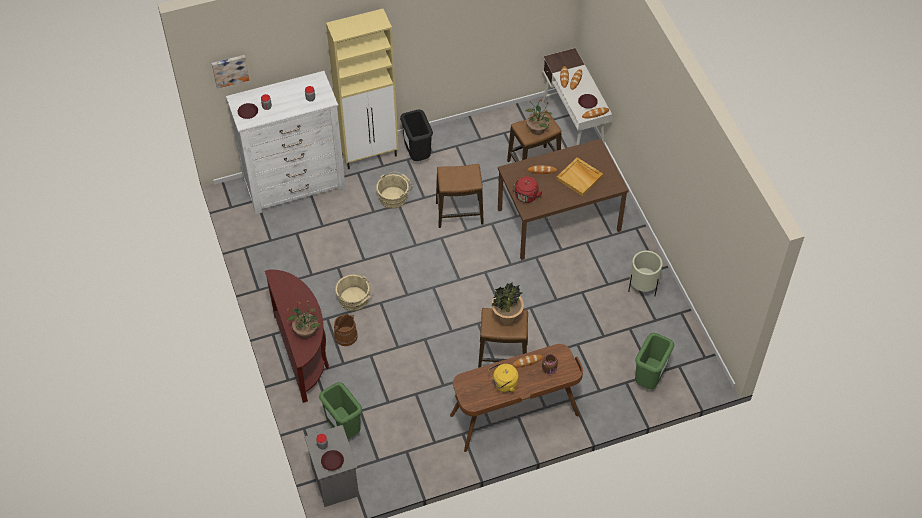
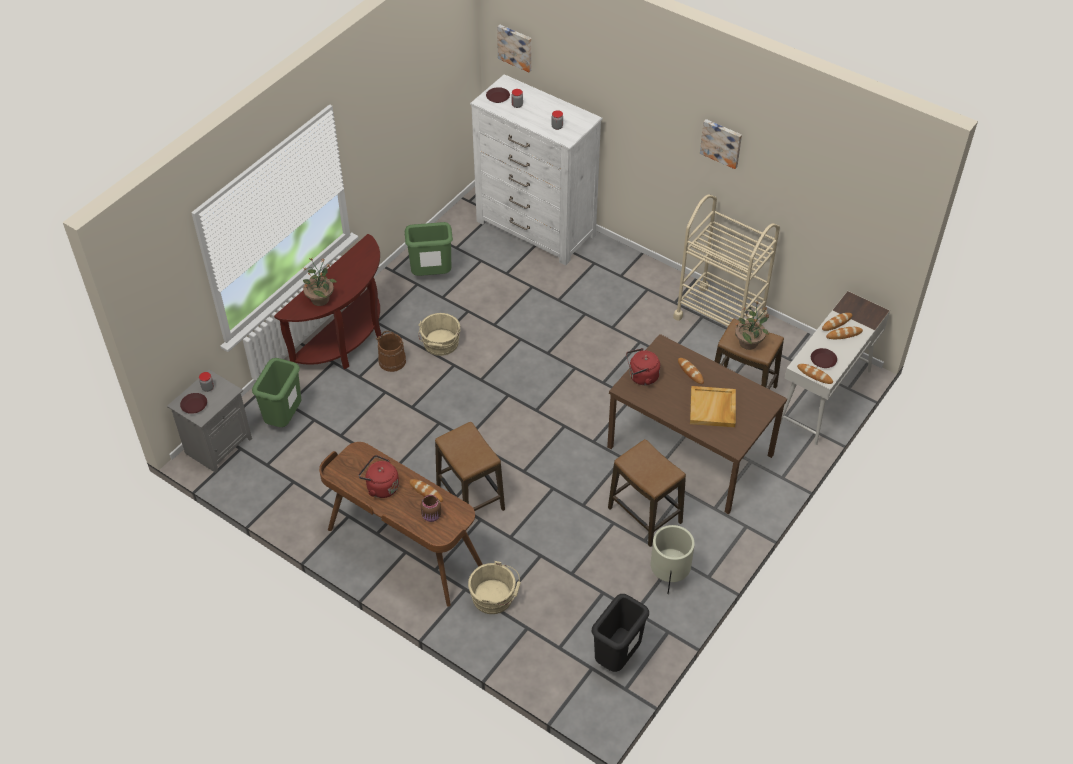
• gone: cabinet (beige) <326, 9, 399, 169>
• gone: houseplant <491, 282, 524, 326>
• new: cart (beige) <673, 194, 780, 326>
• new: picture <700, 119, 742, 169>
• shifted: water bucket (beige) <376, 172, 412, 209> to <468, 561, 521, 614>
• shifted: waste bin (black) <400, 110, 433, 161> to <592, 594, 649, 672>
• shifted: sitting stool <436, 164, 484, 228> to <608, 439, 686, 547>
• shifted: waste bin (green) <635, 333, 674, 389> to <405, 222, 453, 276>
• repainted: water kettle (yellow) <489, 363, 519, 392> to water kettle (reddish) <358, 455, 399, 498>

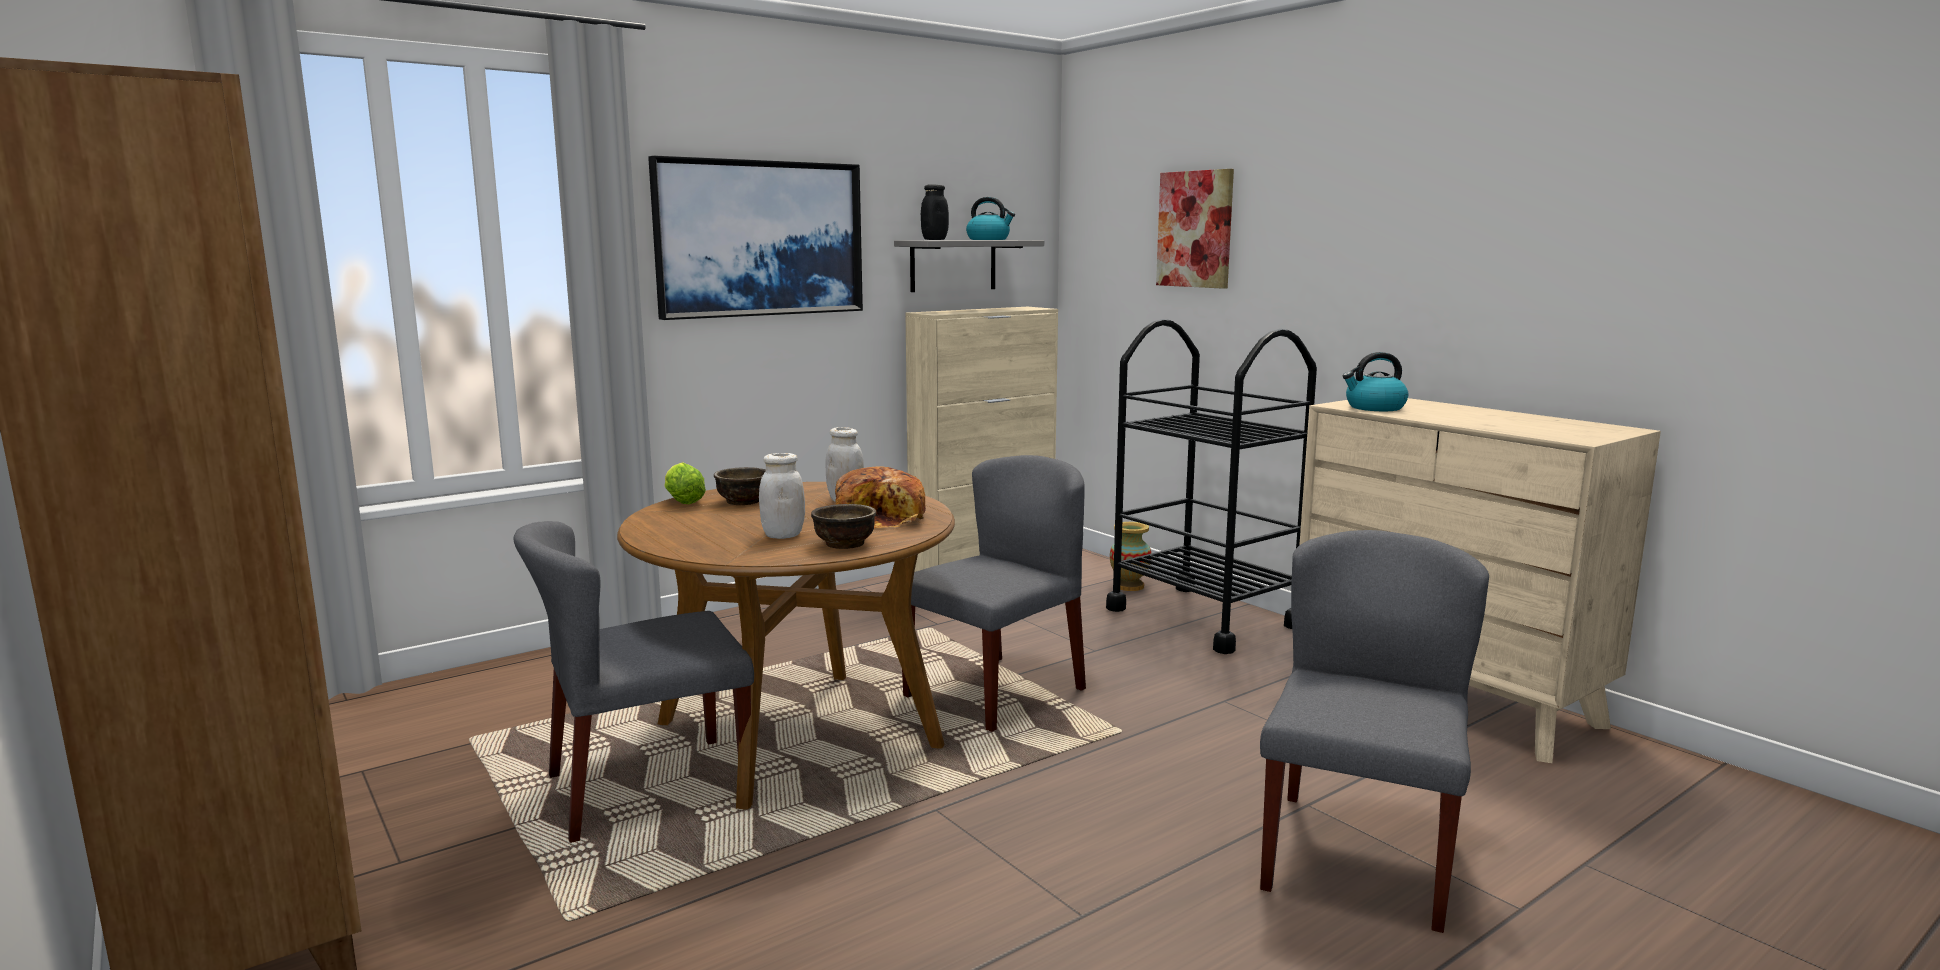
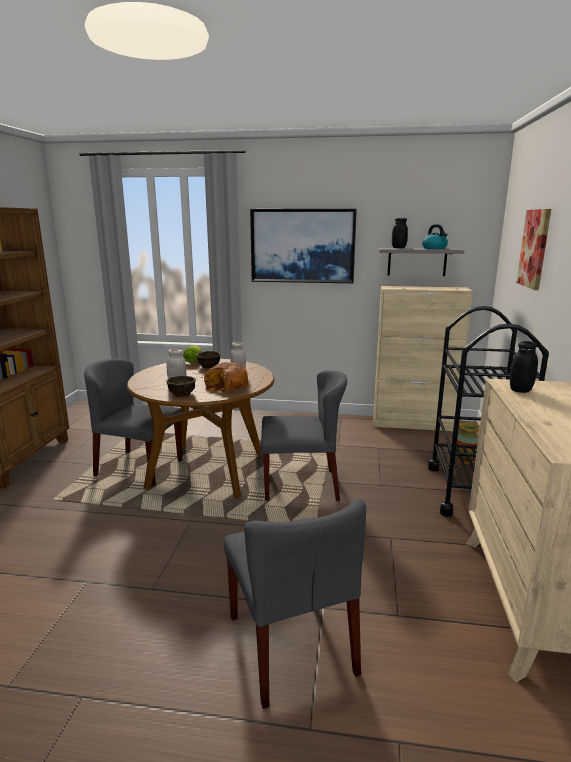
• swapped: water kettle <1343, 352, 1408, 411> to jar (black) <510, 341, 538, 393>
• rotated: chair (gray) <1260, 530, 1489, 933> = <223, 498, 366, 709> 90 degrees clockwise

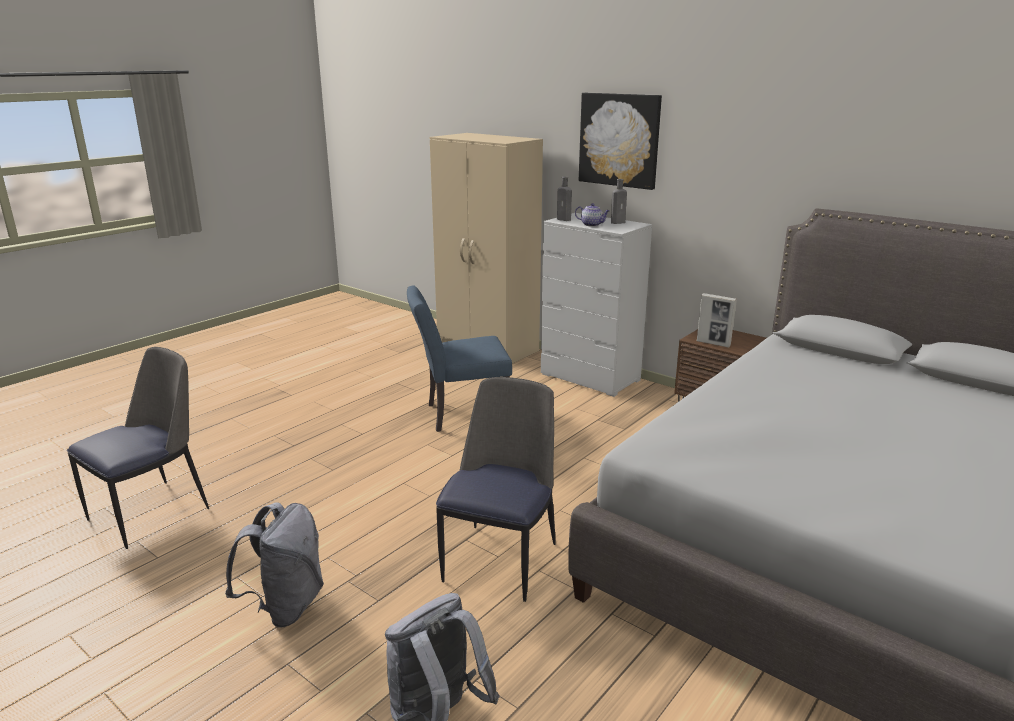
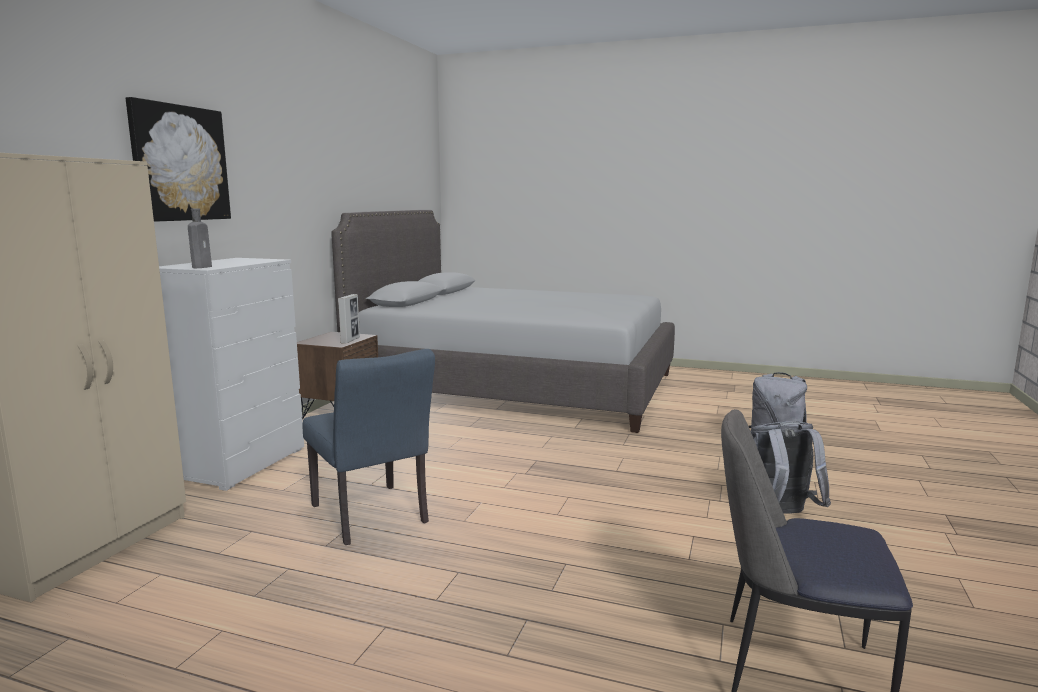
• gone: chair <436, 377, 555, 602>
• gone: teapot <575, 203, 610, 227>
• gone: drink bottle (gray) <611, 179, 627, 224>

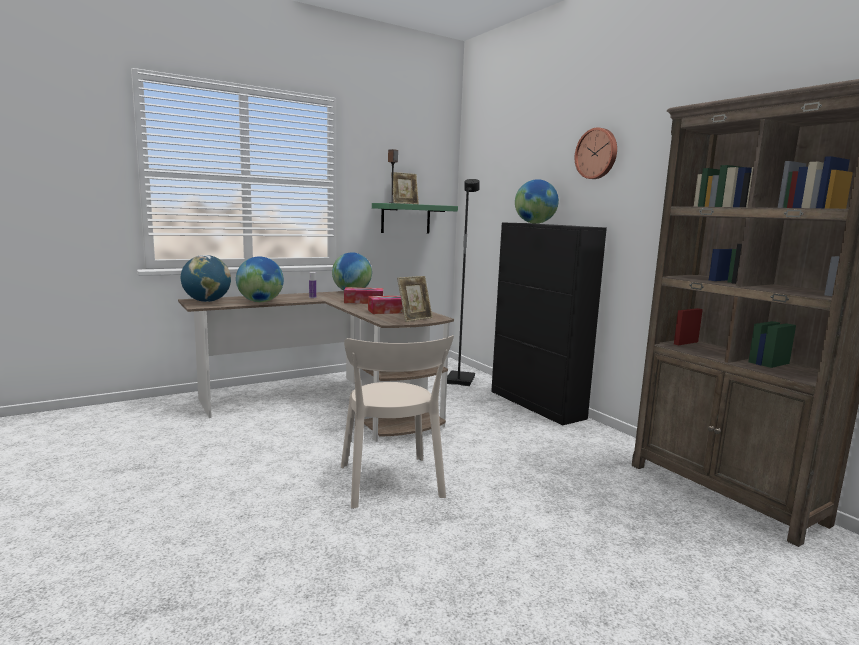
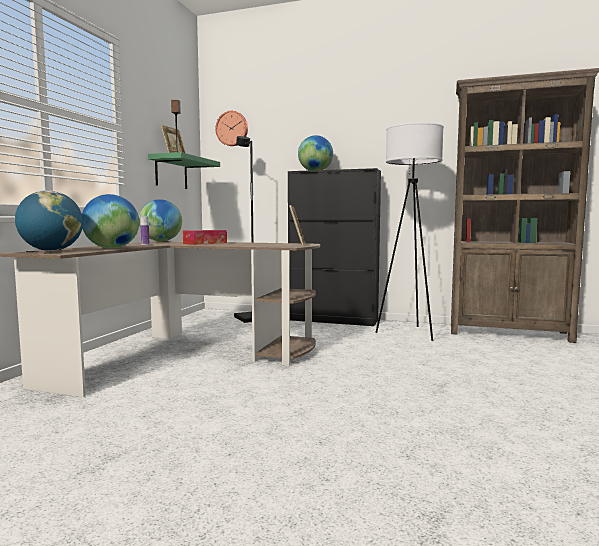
• gone: chair (beige) <341, 335, 454, 509>
• gone: tissue box <368, 296, 404, 314>
• new: standing lamp (whitish) <376, 122, 444, 341>
• shifted: wall clock <575, 128, 617, 179> to <215, 111, 248, 146>

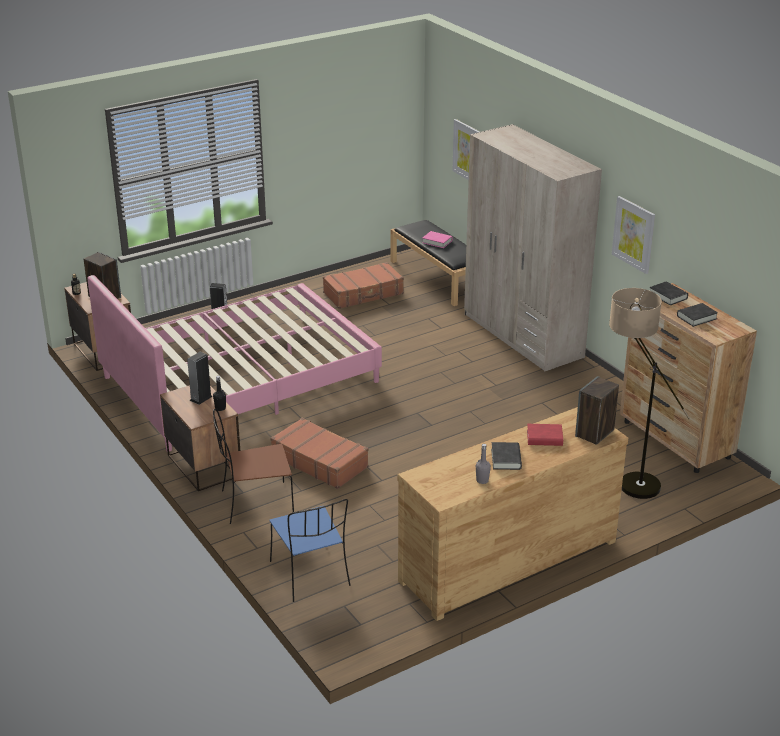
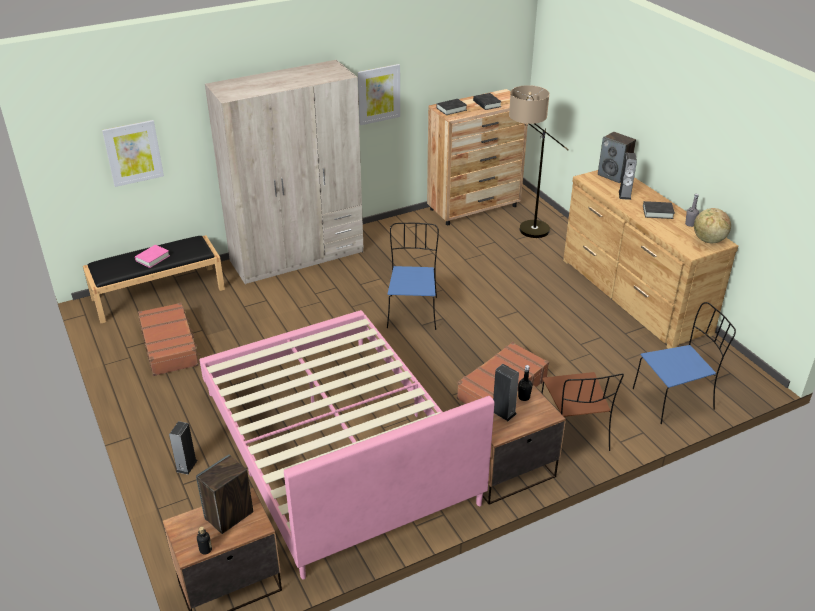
• new: chair (bluish) <387, 223, 439, 330>
• new: desk globe <694, 208, 731, 243>
• swapped: book (reddish) <527, 424, 563, 446> to loudspeaker <619, 153, 637, 200>

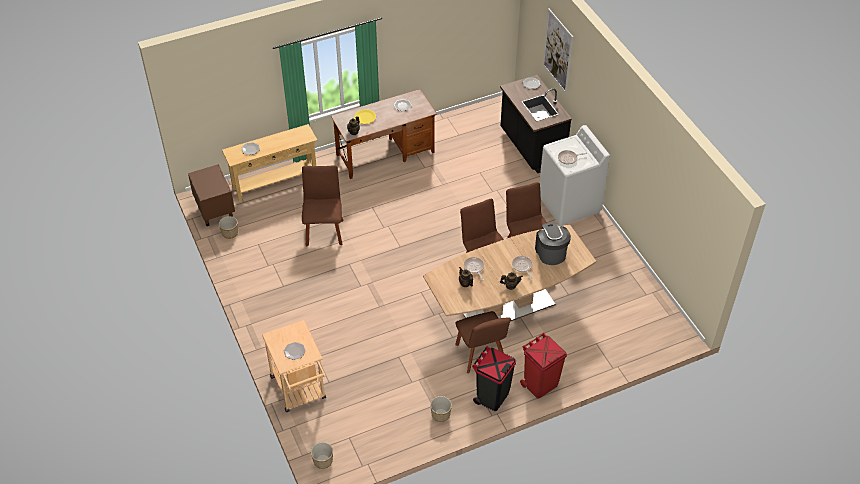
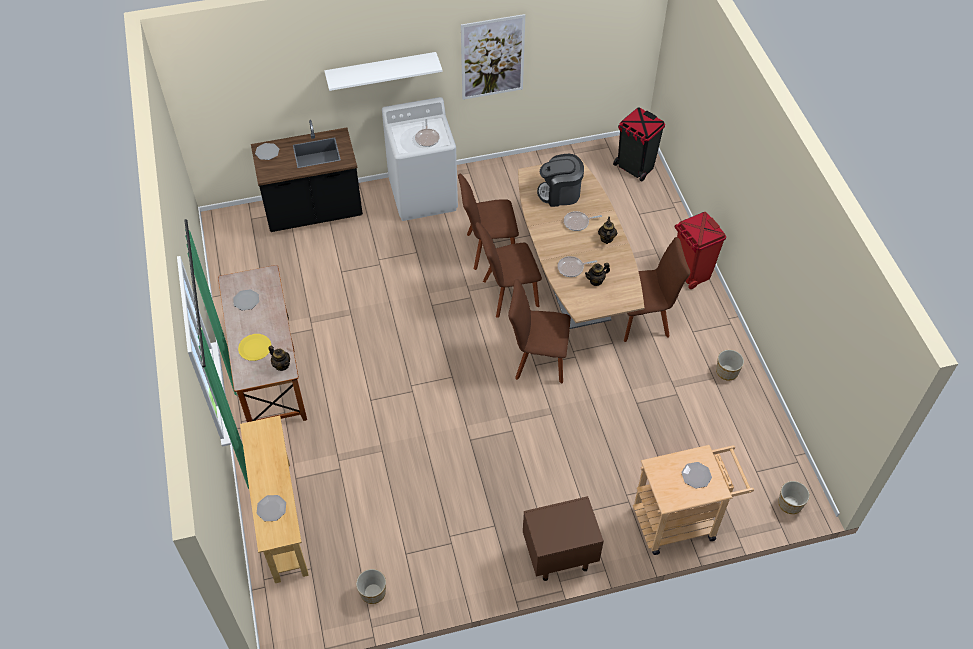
• new: bracket shelf (whitish) <324, 52, 442, 91>
• shifted: night table (brown) <188, 164, 235, 226> to <523, 496, 604, 581>
• shifted: chair (brown) <302, 165, 344, 246> to <508, 279, 571, 384>
• shifted: waste bin (black) <472, 346, 516, 411> to <613, 107, 665, 182>
• shifted: picture <543, 8, 573, 93> to <461, 14, 525, 100>

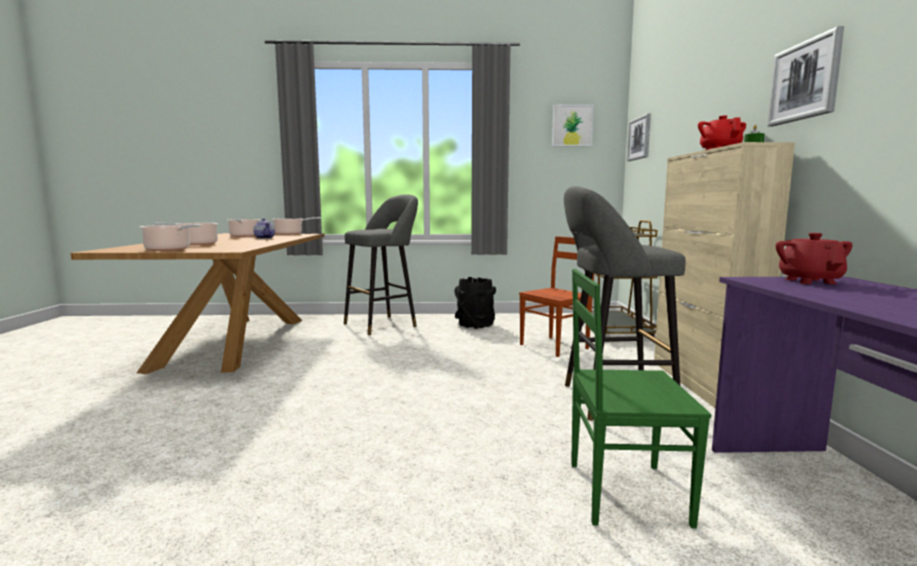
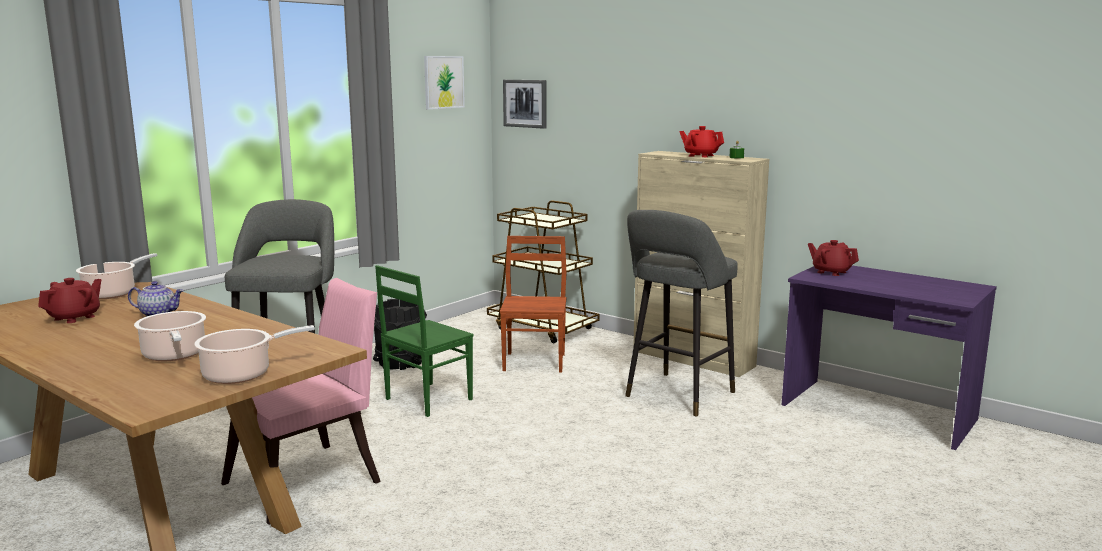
• gone: picture <768, 26, 844, 126>
• new: chair (pinkish) <221, 278, 381, 525>
• shifted: chair (green) <571, 269, 711, 528> to <375, 265, 474, 417>
• swapped: saucepot <228, 219, 260, 237> to teapot (reddish) <38, 278, 101, 323>

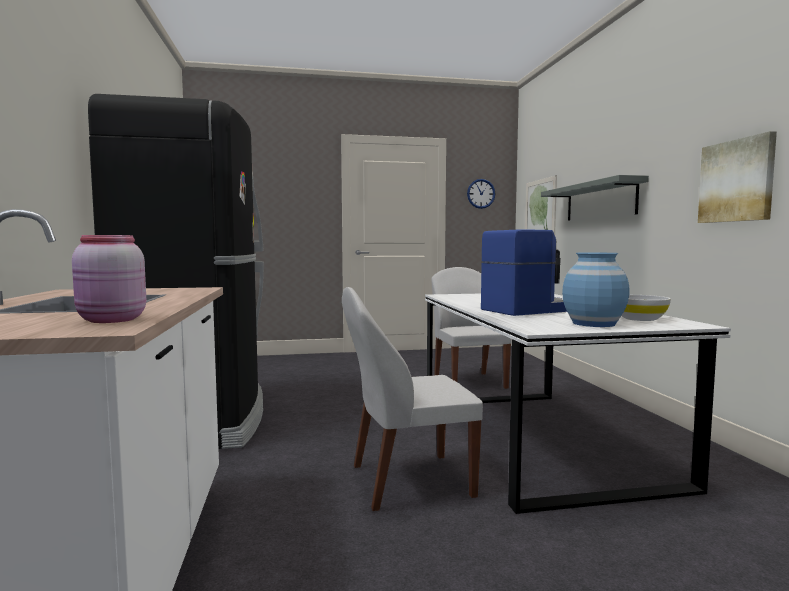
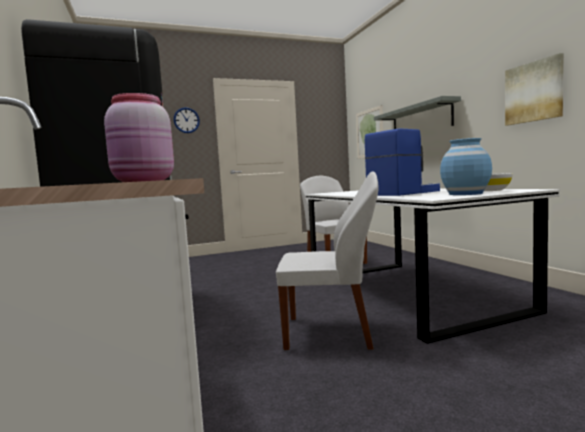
• shifted: wall clock <467, 179, 495, 209> to <173, 107, 200, 133>
• rotated: chair (whitish) <342, 287, 483, 511> = <276, 171, 379, 350> 150 degrees counterclockwise

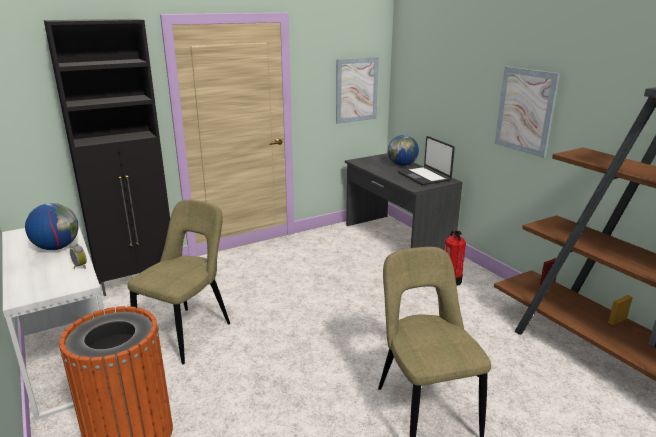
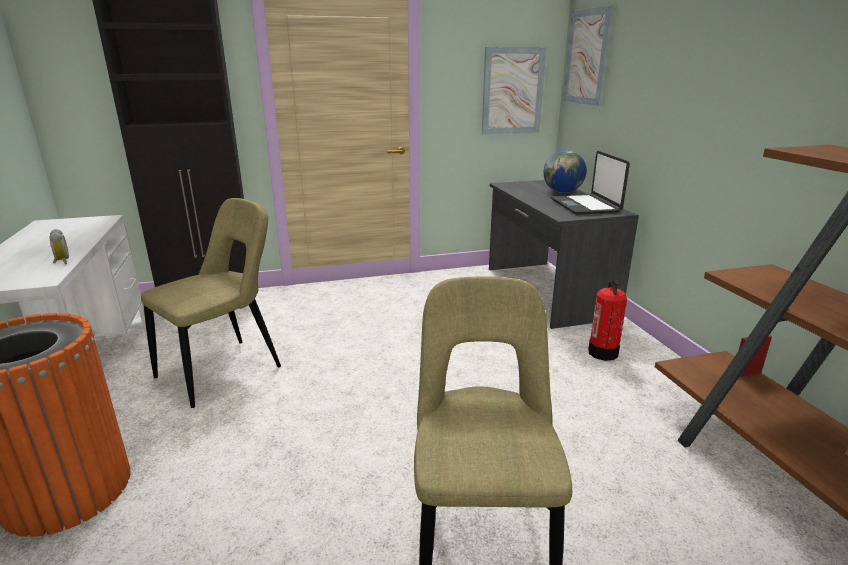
• gone: desk globe <25, 203, 79, 250>
• shifted: picture <495, 66, 560, 158> to <564, 5, 613, 106>

